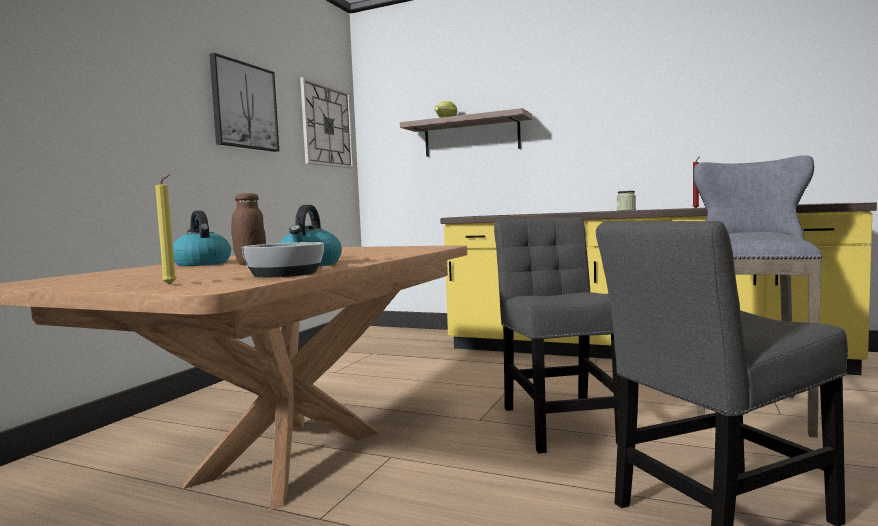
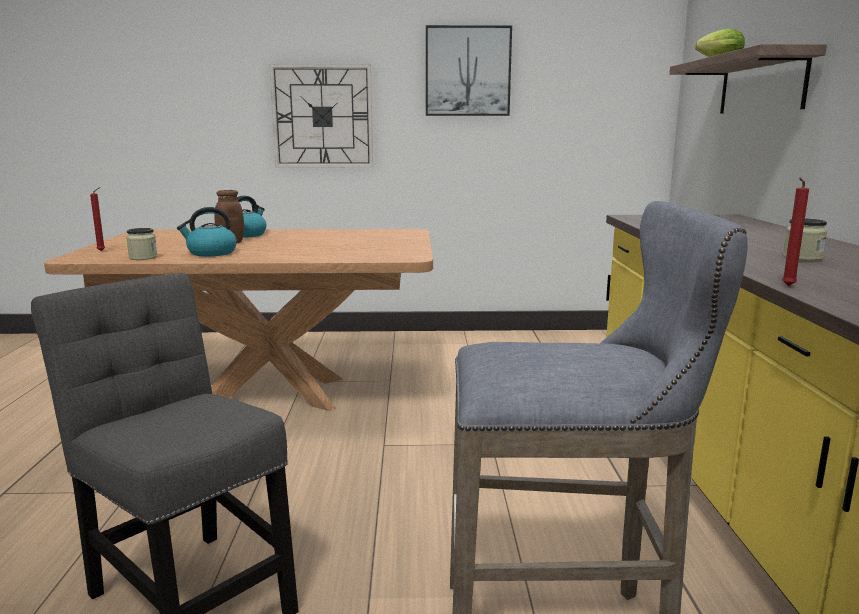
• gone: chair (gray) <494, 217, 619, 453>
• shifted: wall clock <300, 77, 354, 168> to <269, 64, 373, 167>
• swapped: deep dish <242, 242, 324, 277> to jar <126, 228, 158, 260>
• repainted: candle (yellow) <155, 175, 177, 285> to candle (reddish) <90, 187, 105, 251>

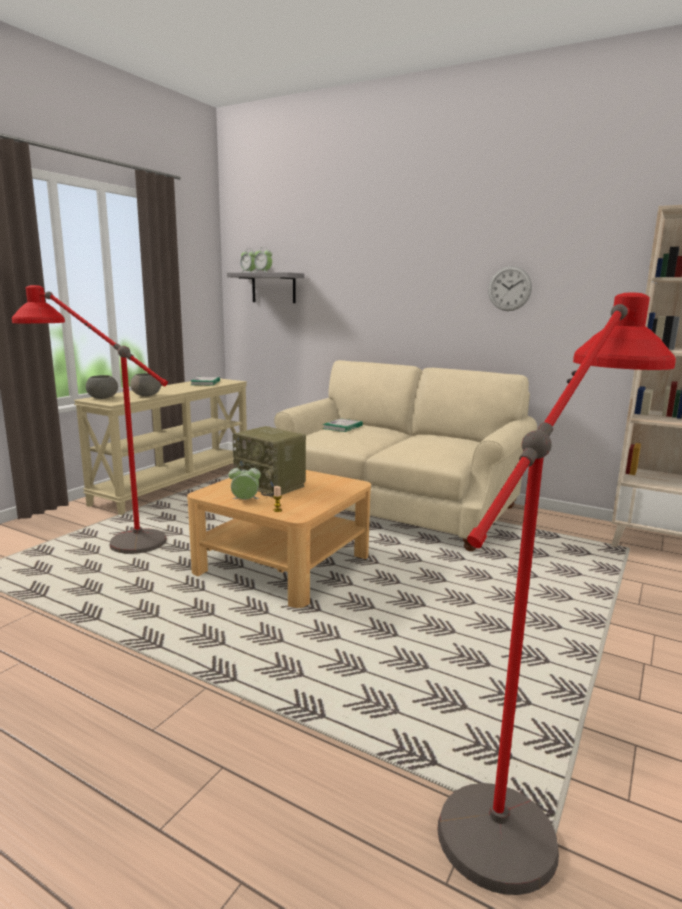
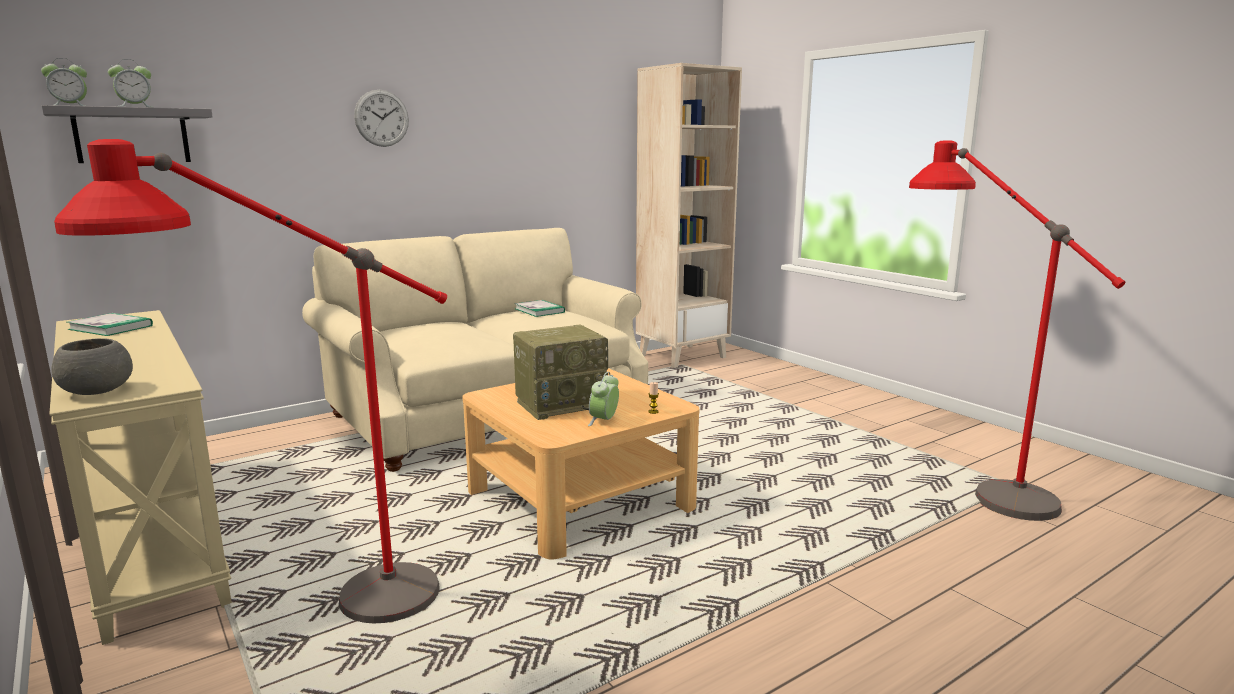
• gone: deep dish (gray) <130, 373, 161, 396>
• shifted: book <322, 418, 363, 432> to <514, 300, 565, 317>
• shifted: wall clock <488, 266, 532, 311> to <354, 90, 409, 147>

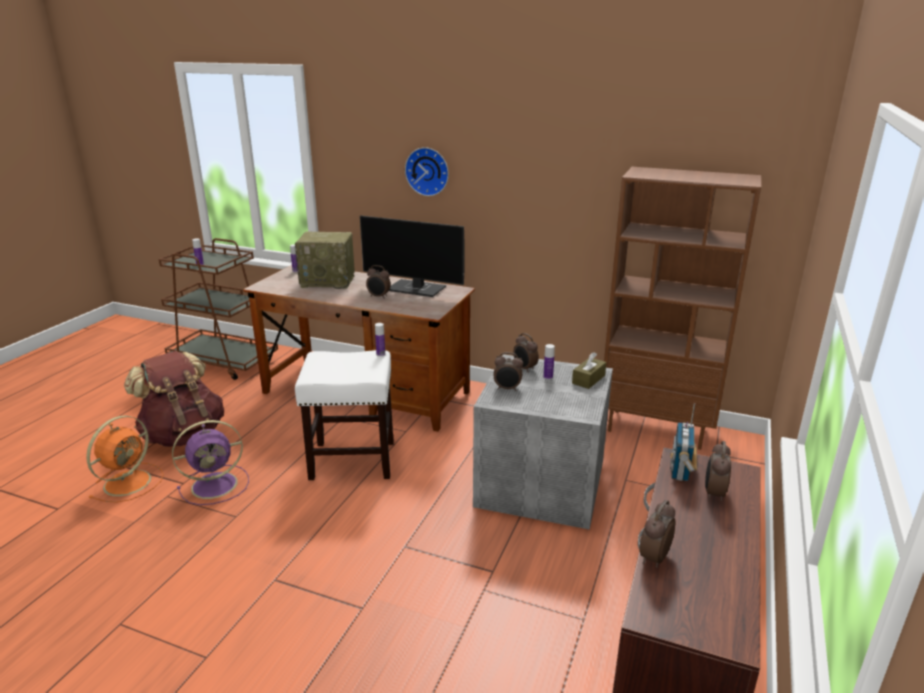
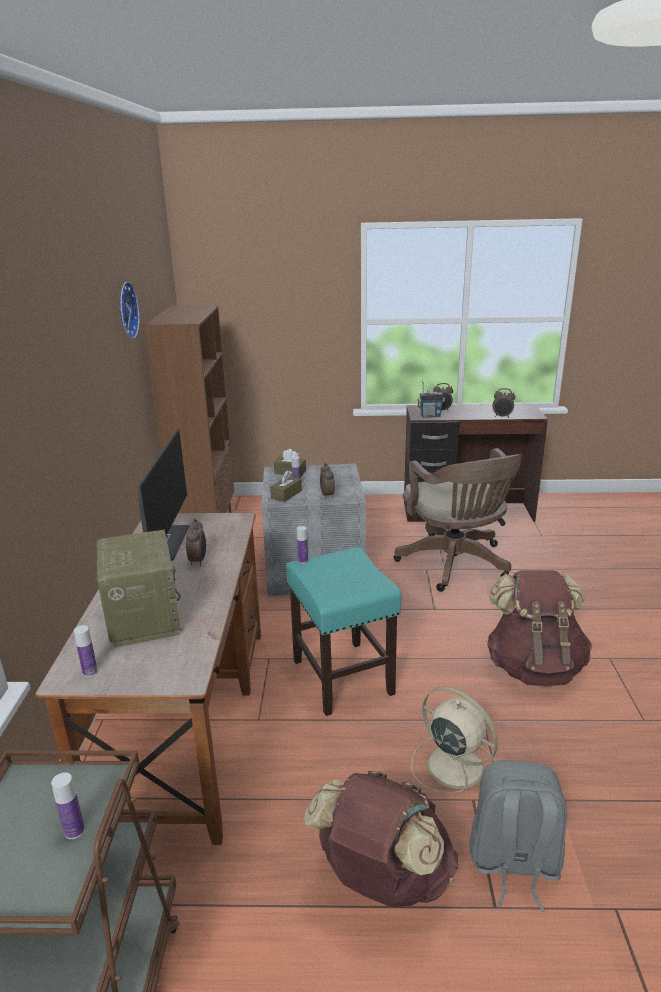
• new: desk chair (brown) <394, 448, 522, 592>
• new: backpack (brown) <486, 570, 592, 686>
• shifted: wall clock <405, 147, 449, 196> to <120, 281, 140, 339>
• swapped: electric fan (orangey) <86, 415, 164, 503> to backpack (gray) <469, 760, 567, 912>
• swapped: bedside clock <513, 333, 539, 372> to tissue box (brown) <270, 471, 302, 502>
• repainted: electric fan (purple) <172, 420, 249, 505> to electric fan (beige) <411, 687, 498, 794>
• repainted: sitting stool (whitish) <295, 350, 394, 480> to sitting stool (turquoise) <286, 547, 402, 716>

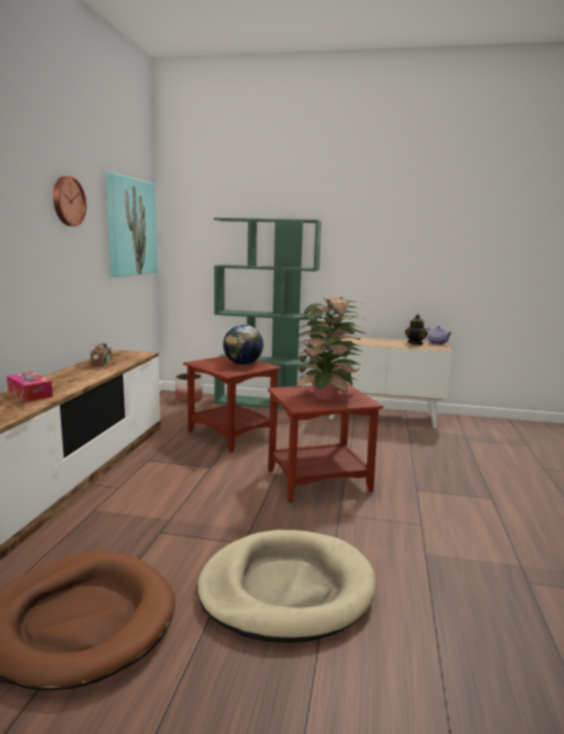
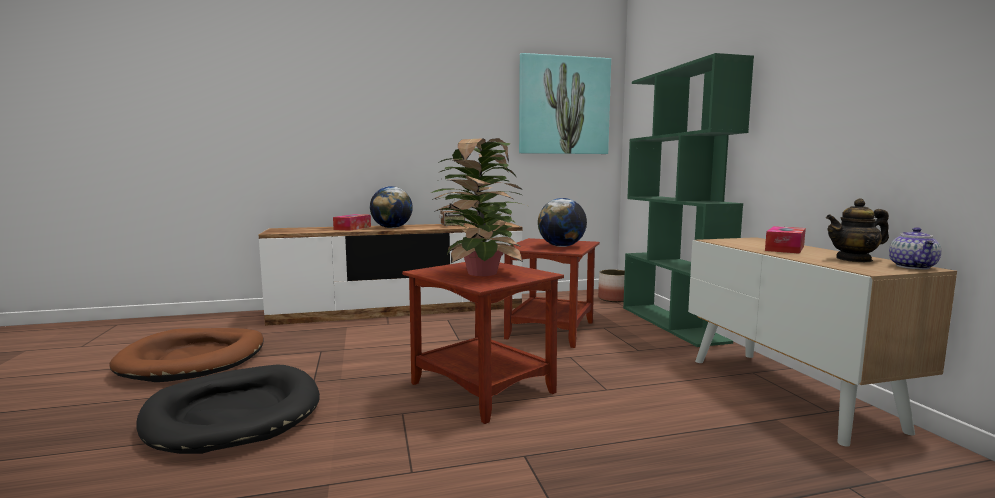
• gone: wall clock <53, 176, 86, 226>
• new: desk globe <370, 186, 413, 228>
• new: tissue box <765, 226, 806, 254>
• repainted: dog bed (beige) <197, 530, 376, 643> to dog bed (black) <137, 365, 320, 454>

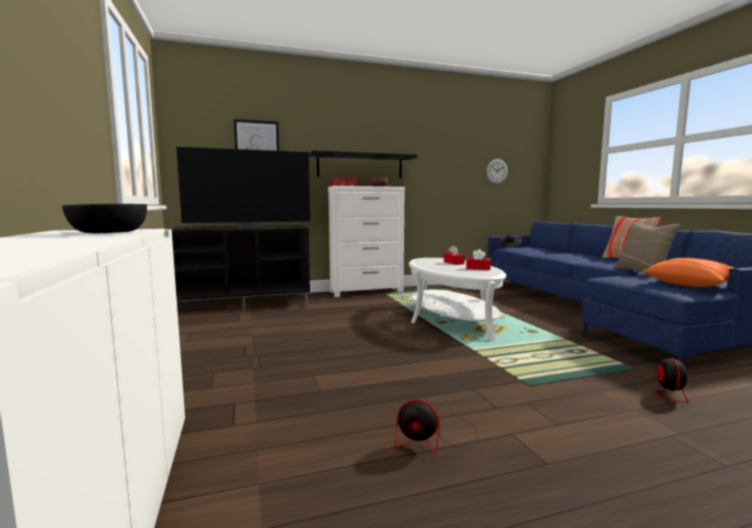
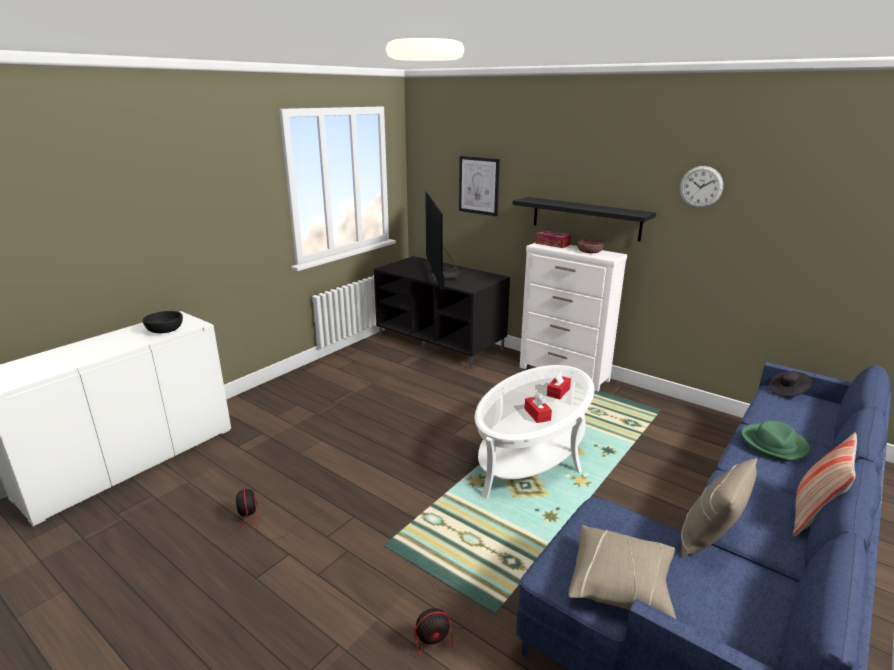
• new: clothing hat (green) <742, 421, 810, 462>
• shifted: wall clock <486, 159, 508, 184> to <680, 166, 723, 208>
• repainted: pillow (orangey) <642, 258, 733, 287> to pillow (beige) <569, 525, 676, 619>
• rotated: TV <176, 147, 310, 228> = <425, 191, 459, 290> 45 degrees clockwise

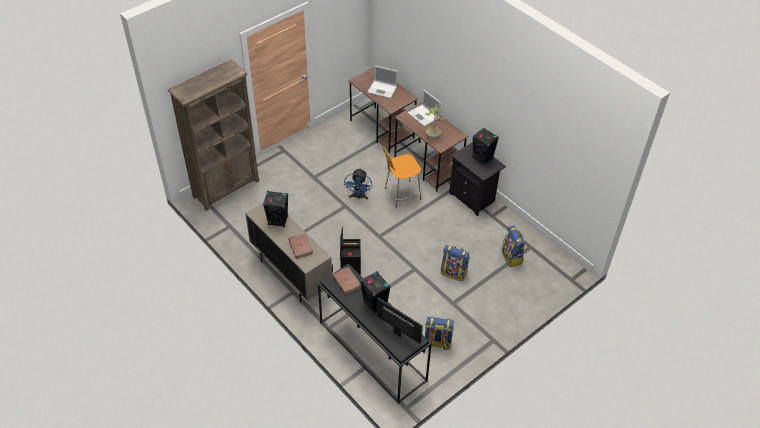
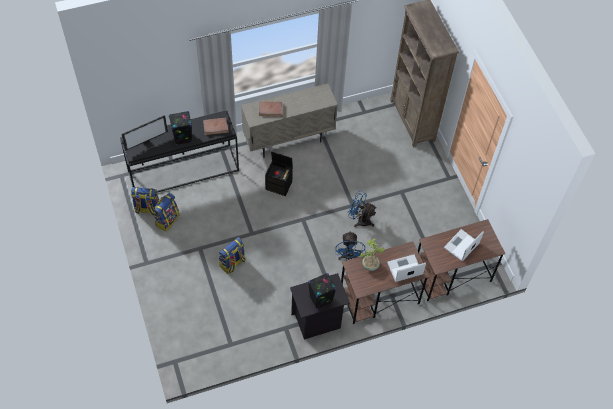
• gone: loudspeaker (black) <263, 191, 288, 227>
• shifted: backpack <501, 226, 525, 267> to <131, 187, 160, 216>
• swapped: sitting stool (orangey) <383, 147, 422, 208> to electric fan (bluish) <335, 231, 365, 261>

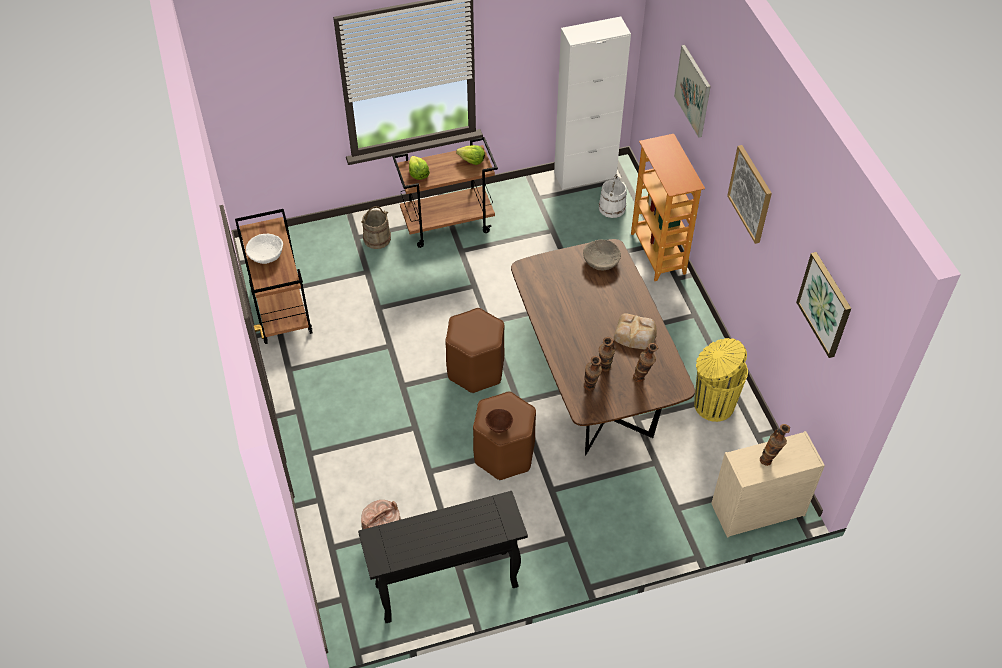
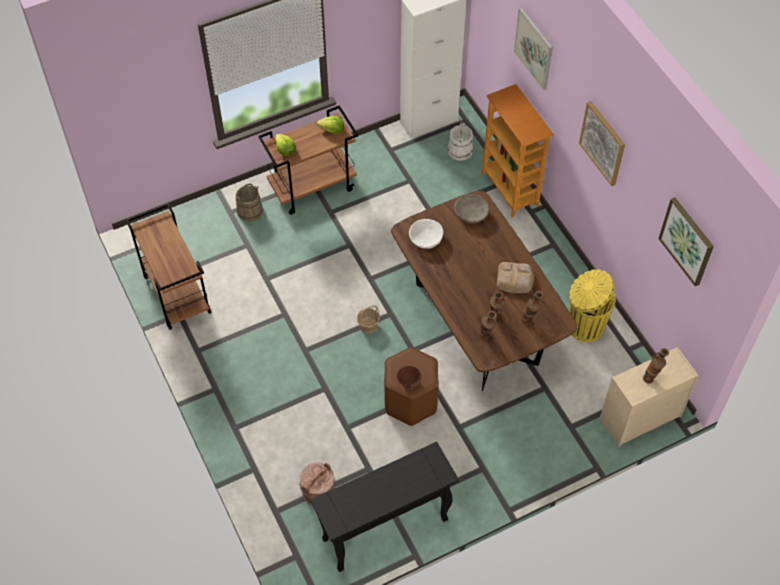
• shifted: deep dish (whitish) <246, 234, 283, 264> to <409, 219, 443, 249>
• swapped: sitting stool (brown) <445, 308, 504, 393> to basket <357, 305, 380, 334>

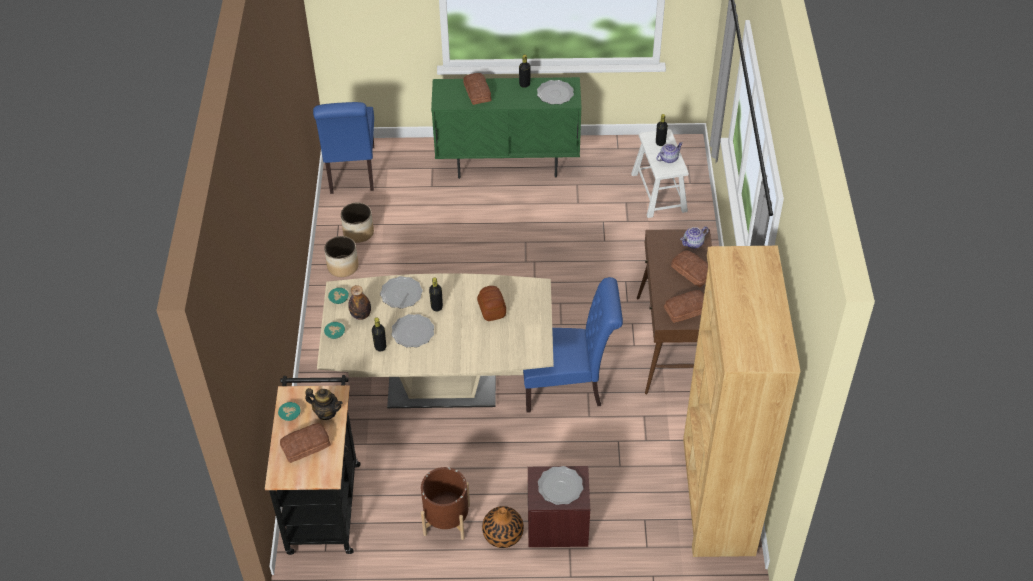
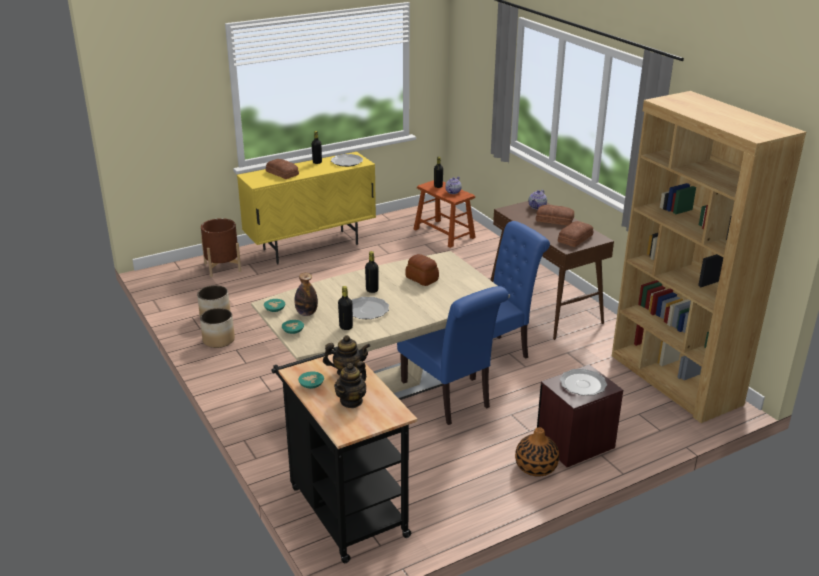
• gone: flat dish <380, 276, 423, 309>
• shifted: chair (bluish) <313, 102, 374, 194> to <397, 286, 509, 425>
• shifted: flower pot (brown) <421, 467, 470, 540> to <201, 218, 241, 277>
• swapped: bread <280, 423, 331, 463> to teapot <334, 361, 366, 408>
• repainted: cabinet (green) <431, 77, 582, 179> to cabinet (yellow) <237, 152, 376, 264>
• repainted: sitting stool (whitish) <631, 129, 689, 218> to sitting stool (brown) <413, 180, 476, 248>

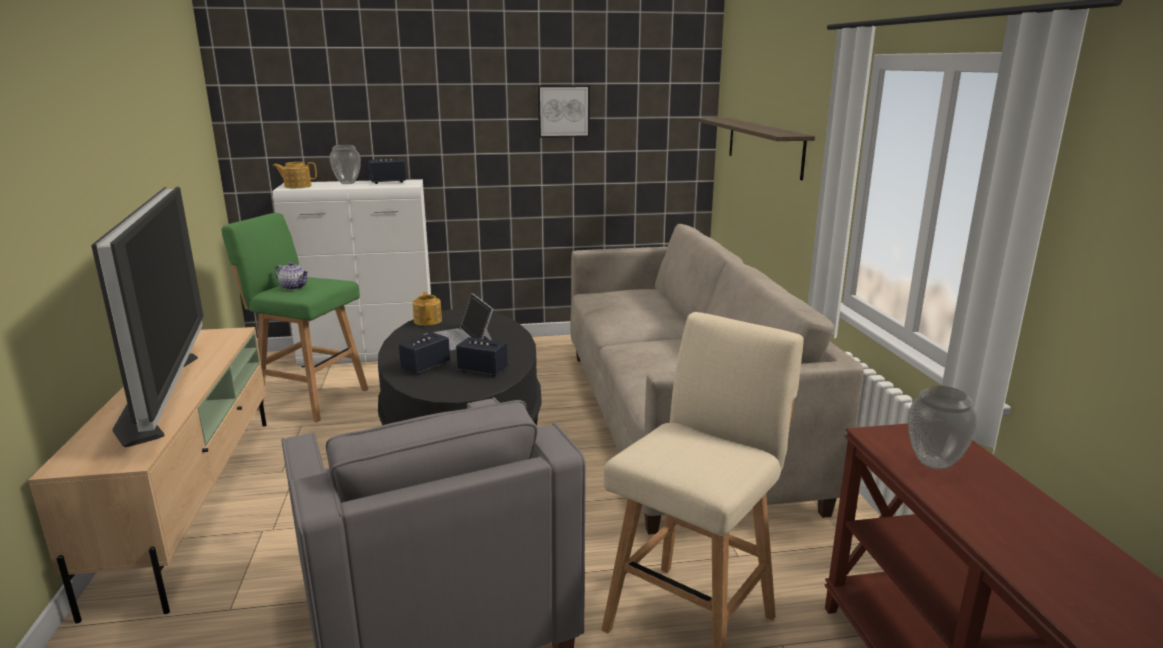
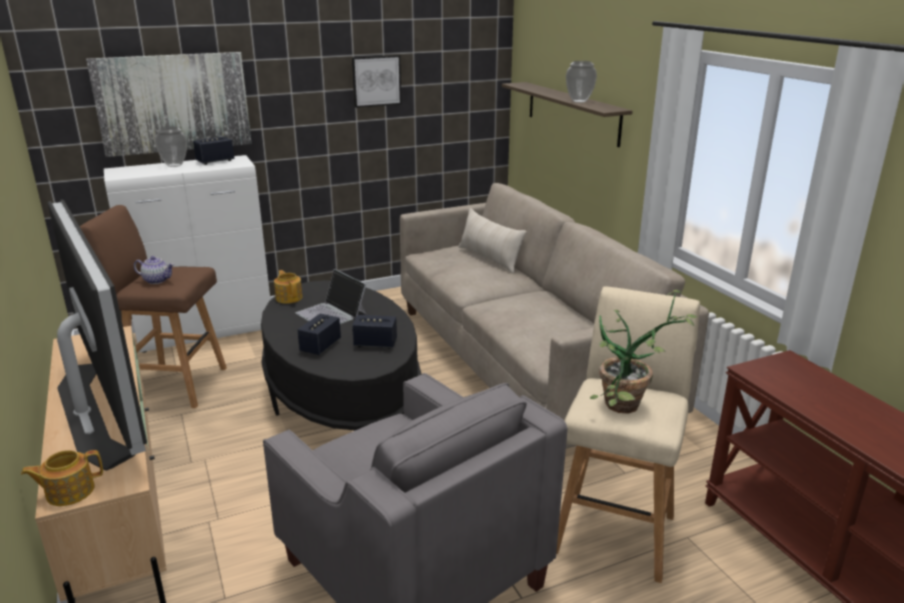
• new: picture <86, 52, 252, 157>
• new: pillow (beige) <458, 208, 527, 274>
• new: houseplant <590, 290, 697, 414>
• shifted: teapot <273, 162, 317, 188> to <21, 450, 103, 506>
• shifted: decorative vase <908, 386, 978, 470> to <566, 61, 597, 103>
• repainted: sitting stool (green) <221, 213, 369, 422> to sitting stool (brown) <79, 205, 227, 408>

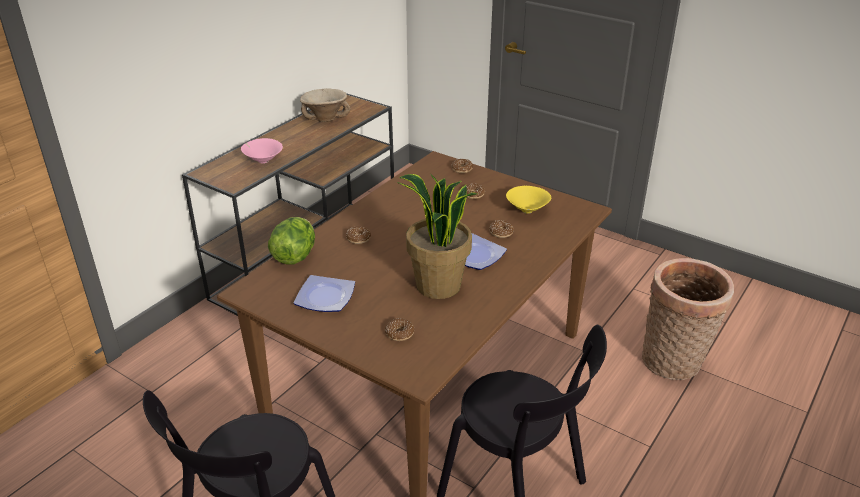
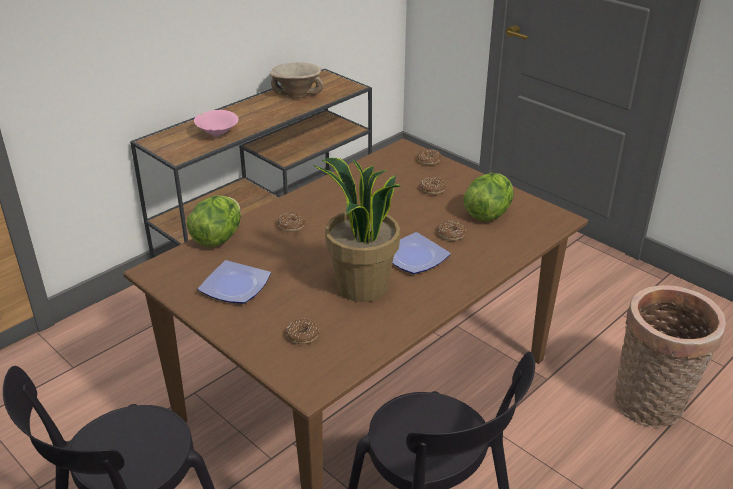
• swapped: deep dish (yellow) <506, 186, 551, 214> to head of lettuce <463, 173, 514, 221>

